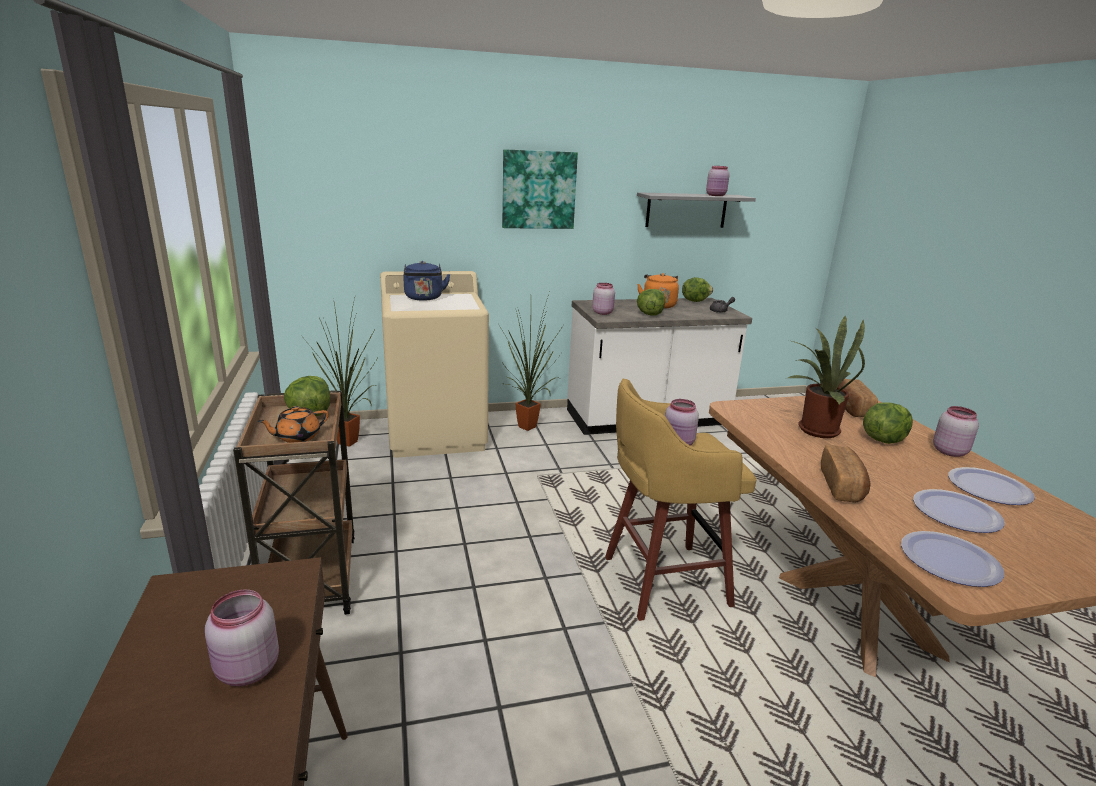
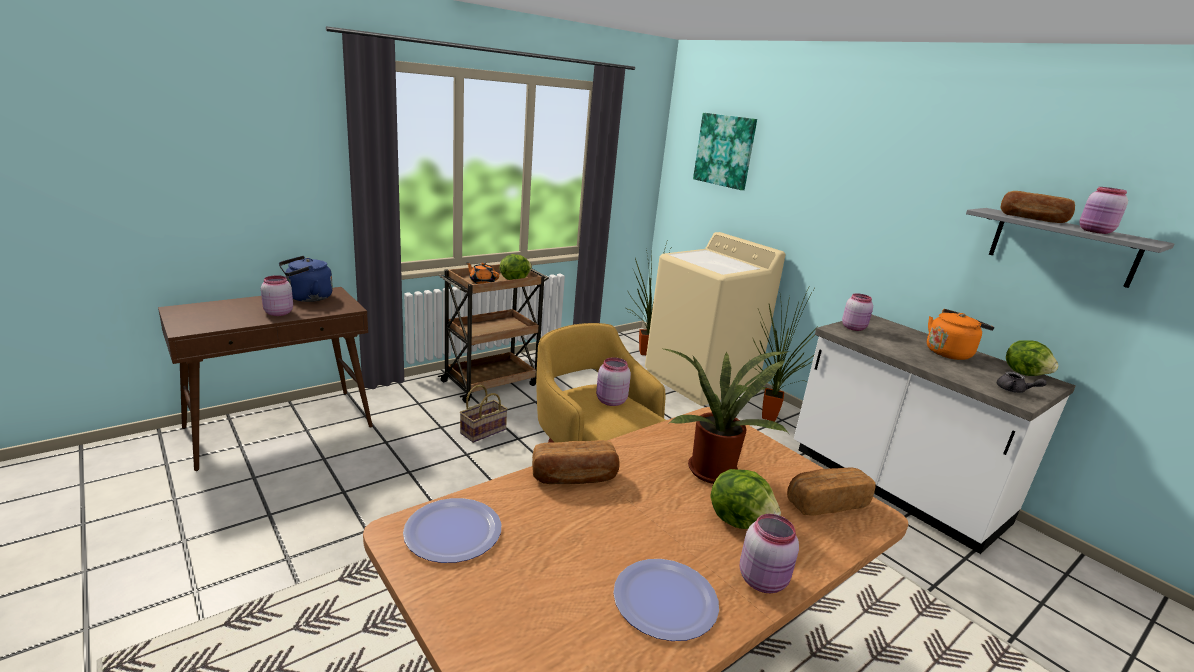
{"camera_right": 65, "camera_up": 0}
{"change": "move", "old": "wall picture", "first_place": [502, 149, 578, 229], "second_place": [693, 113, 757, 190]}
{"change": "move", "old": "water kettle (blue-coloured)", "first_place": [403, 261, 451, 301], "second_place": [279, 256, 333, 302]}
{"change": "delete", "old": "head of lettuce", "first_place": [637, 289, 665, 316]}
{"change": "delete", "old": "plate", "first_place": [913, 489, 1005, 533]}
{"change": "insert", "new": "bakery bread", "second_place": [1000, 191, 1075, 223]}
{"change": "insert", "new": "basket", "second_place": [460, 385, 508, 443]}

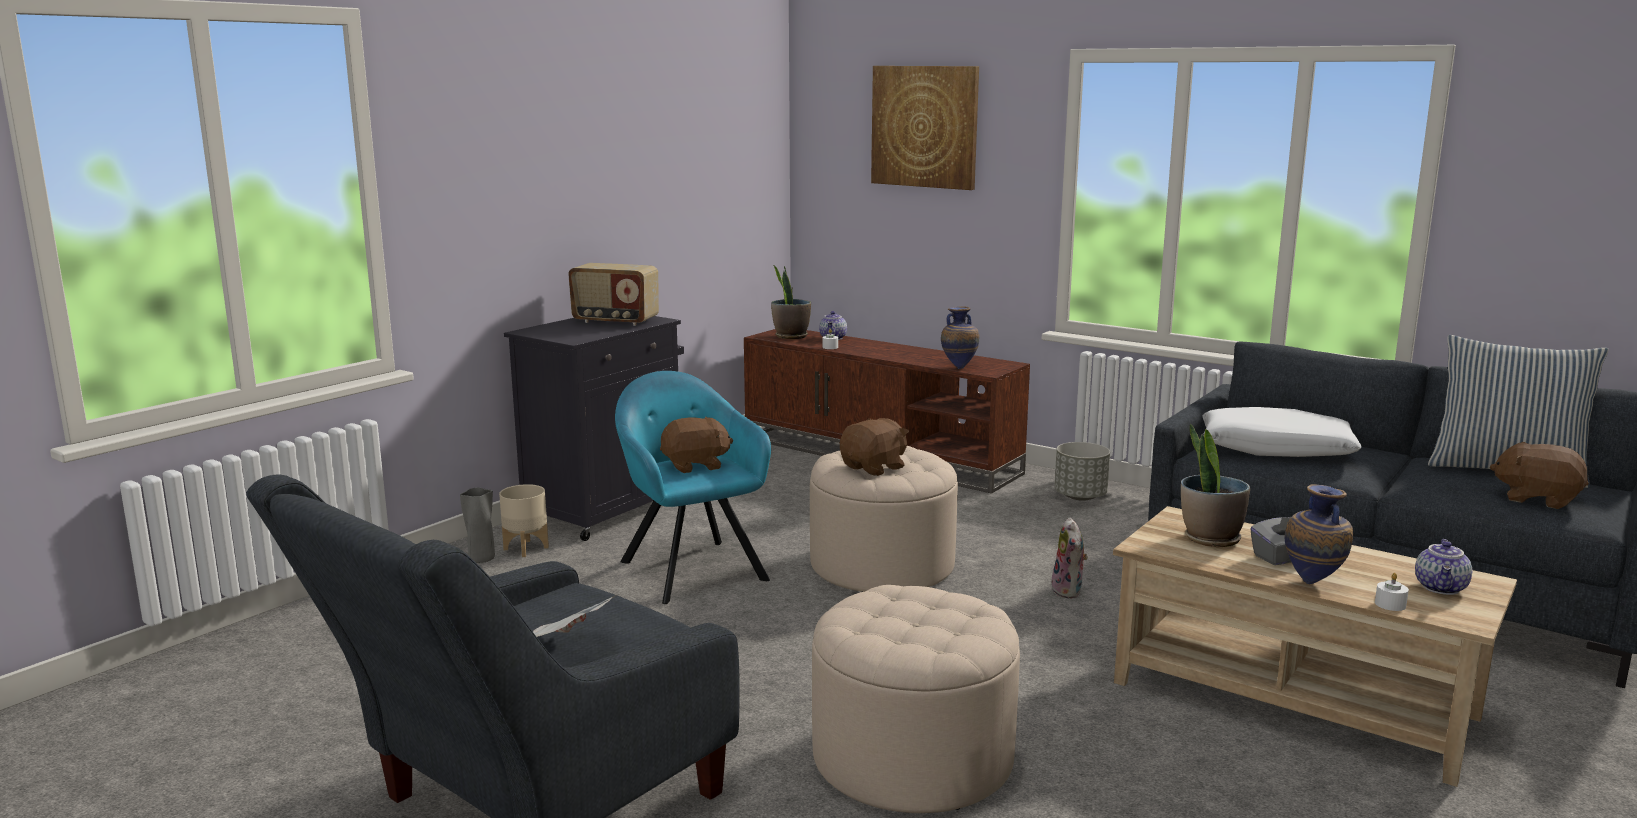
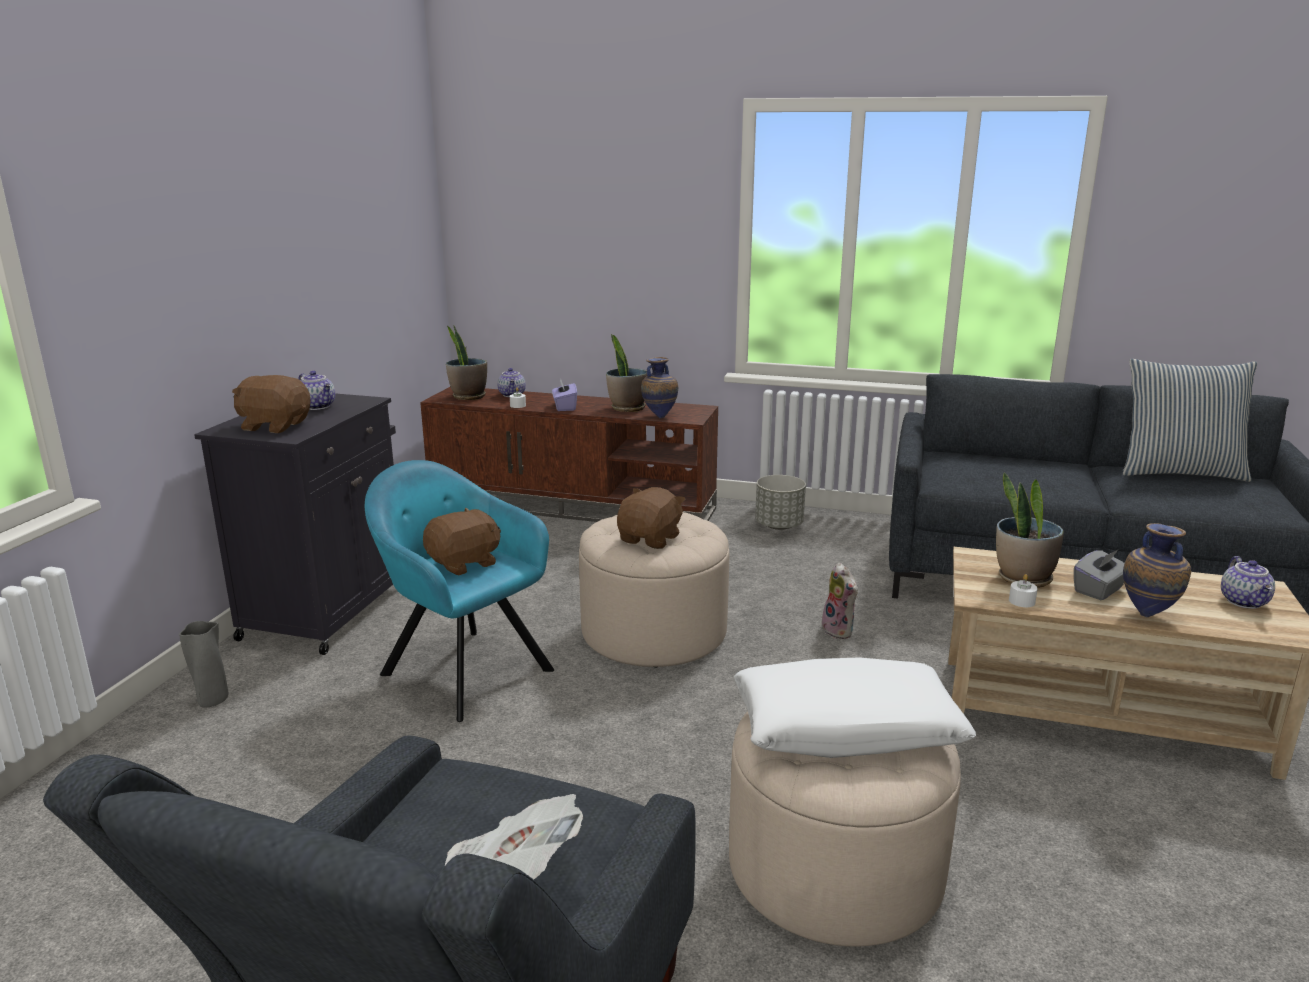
{"camera_right": -20, "camera_up": 5}
{"change": "delete", "old": "wall picture", "first_place": [871, 66, 979, 190]}
{"change": "replace", "old": "radio", "new": "pot for tea", "first_place": [568, 263, 659, 326], "second_place": [298, 371, 335, 410]}
{"change": "move", "old": "pillow (whitish)", "first_place": [1203, 407, 1362, 457], "second_place": [734, 657, 976, 758]}
{"change": "move", "old": "plush toy (brown)", "first_place": [1490, 442, 1589, 509], "second_place": [232, 375, 310, 433]}
{"change": "delete", "old": "flower pot (sand-coloured)", "first_place": [499, 484, 549, 557]}
{"change": "move", "old": "wax light (whitish)", "first_place": [1375, 573, 1409, 611], "second_place": [1009, 574, 1038, 607]}
{"change": "insert", "new": "potted plant", "second_place": [606, 334, 647, 412]}
{"change": "insert", "new": "box of tissues (purplish)", "second_place": [552, 378, 577, 411]}

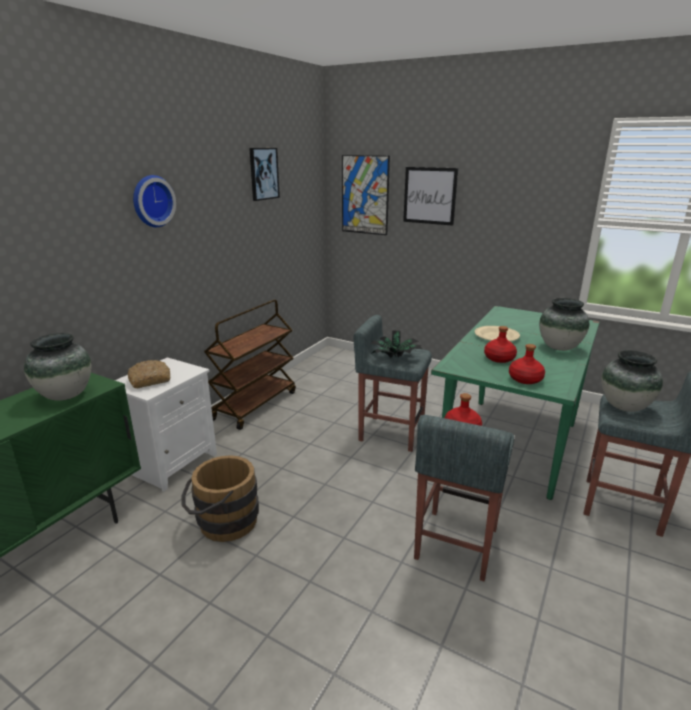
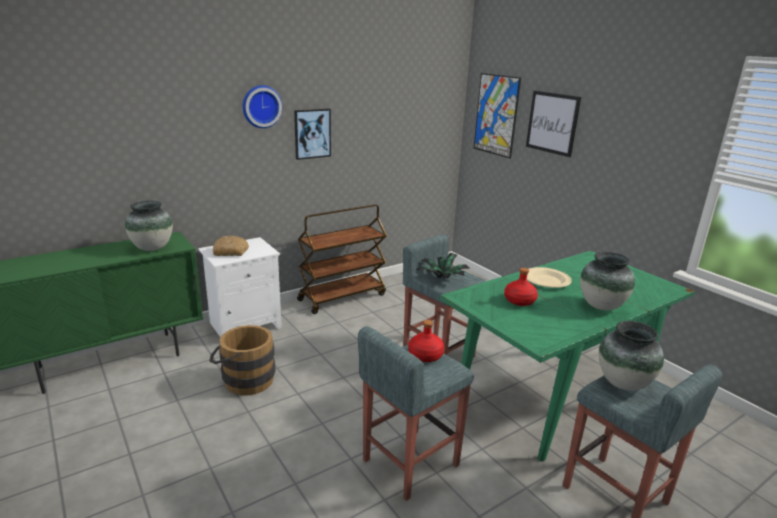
{"camera_right": 25, "camera_up": 0}
{"change": "move", "old": "wall picture", "first_place": [249, 148, 280, 201], "second_place": [294, 109, 331, 160]}
{"change": "delete", "old": "beverage bottle (red-coloured)", "first_place": [509, 344, 545, 384]}

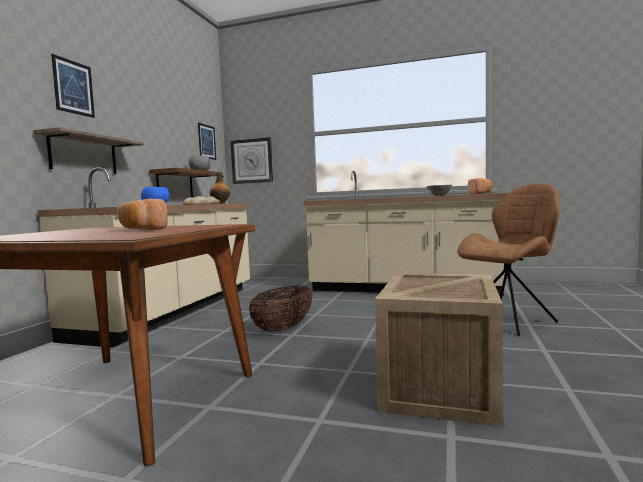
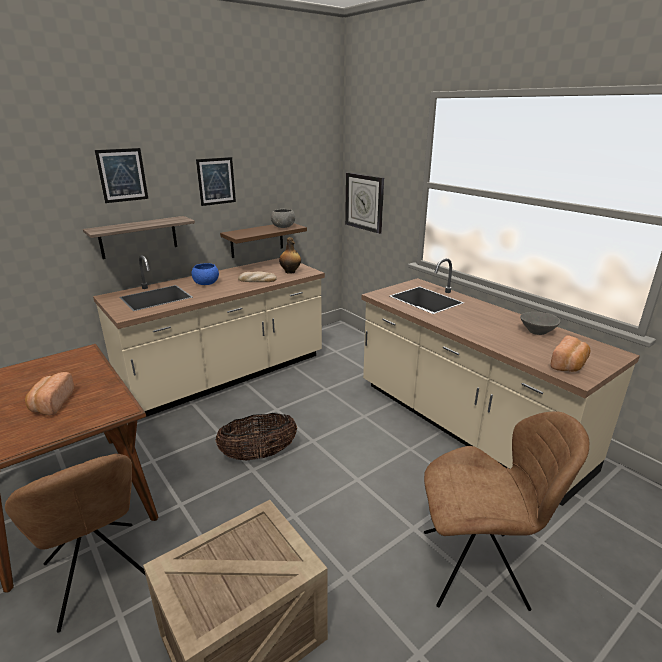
{"camera_right": 35, "camera_up": 20}
{"change": "move", "old": "wall picture", "first_place": [198, 123, 216, 160], "second_place": [196, 157, 236, 206]}
{"change": "insert", "new": "chair (brown)", "second_place": [5, 454, 146, 633]}

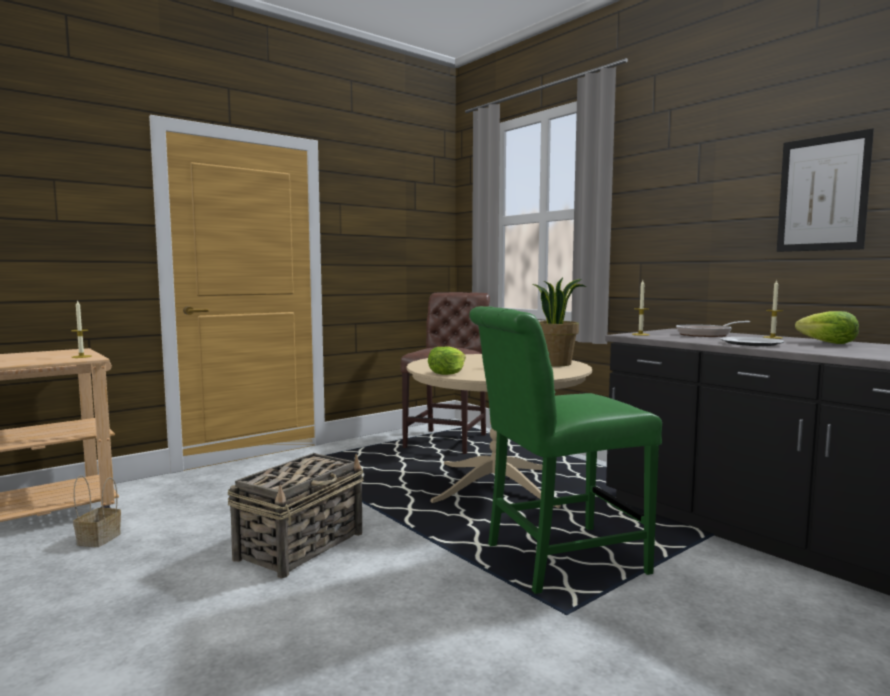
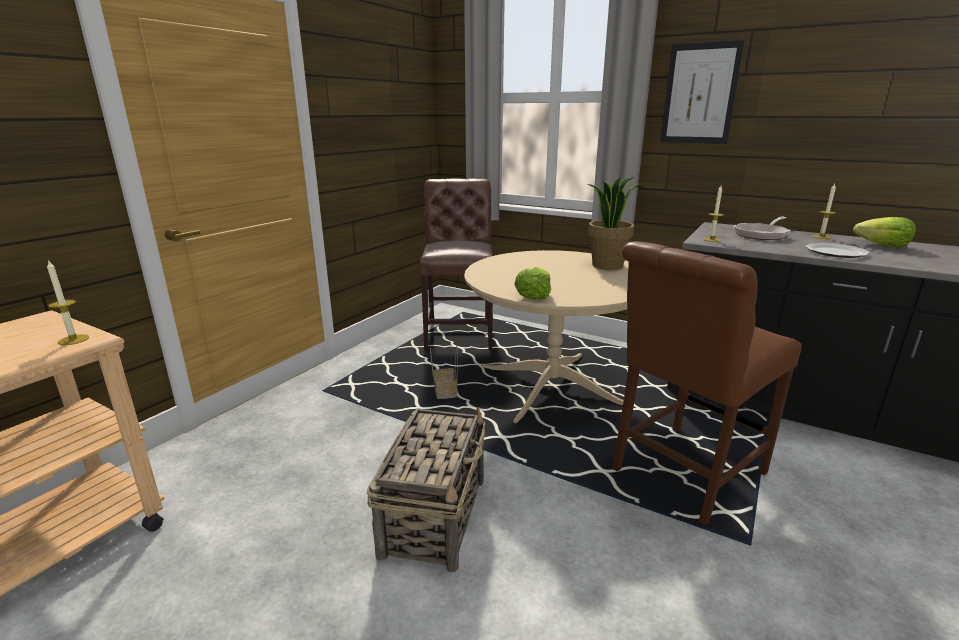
{"camera_right": -20, "camera_up": 15}
{"change": "move", "old": "wall picture", "first_place": [777, 128, 874, 252], "second_place": [660, 40, 744, 144]}
{"change": "recolor", "old": "chair (green-coloured)", "new": "chair (brown)", "first_place": [469, 306, 662, 594], "second_place": [612, 241, 802, 526]}
{"change": "move", "old": "basket", "first_place": [73, 475, 121, 547], "second_place": [430, 345, 458, 399]}

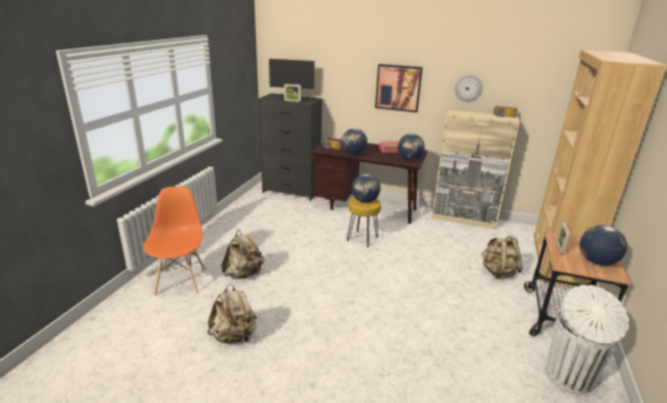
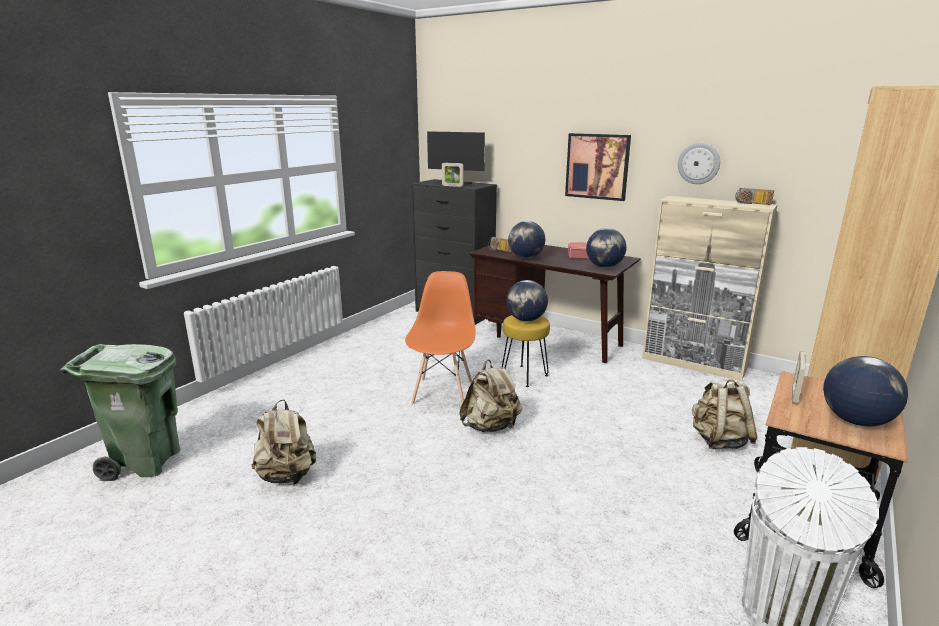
{"camera_right": 15, "camera_up": -5}
{"change": "move", "old": "chair (orange)", "first_place": [143, 186, 205, 295], "second_place": [405, 271, 475, 404]}
{"change": "move", "old": "knapsack (sand-coloured)", "first_place": [221, 230, 265, 279], "second_place": [459, 360, 522, 432]}
{"change": "insert", "new": "trash can (green-coloured)", "second_place": [60, 344, 181, 481]}

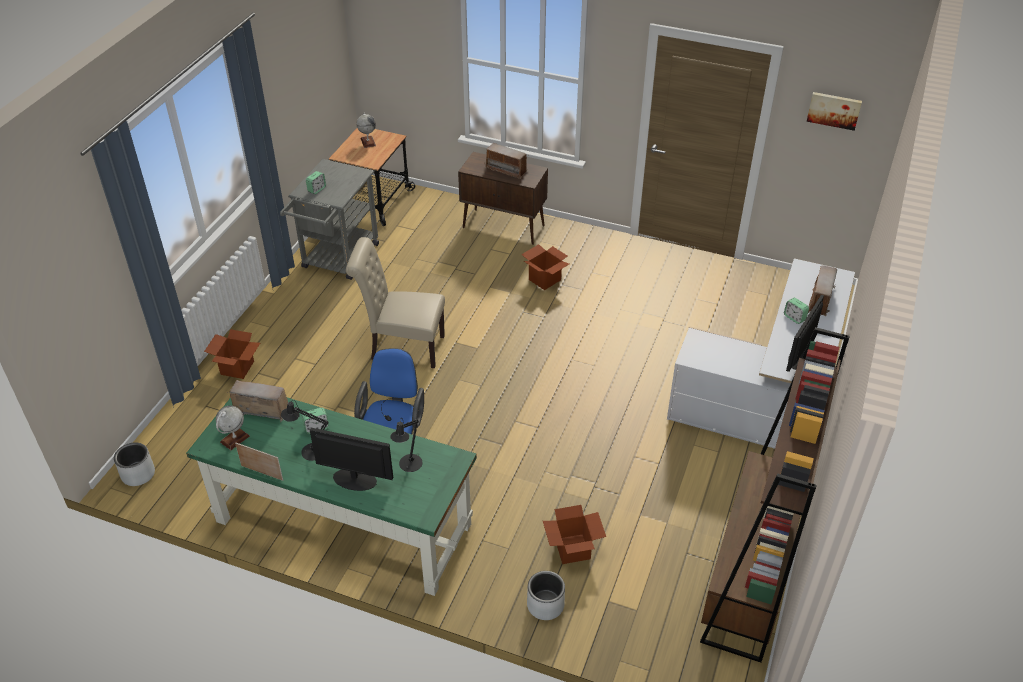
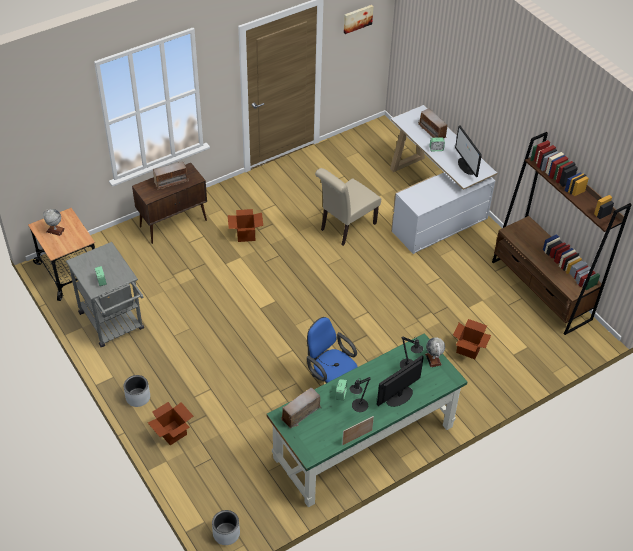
{"camera_right": -55, "camera_up": 5}
{"change": "move", "old": "chair (sand-coloured)", "first_place": [346, 237, 445, 368], "second_place": [315, 168, 381, 246]}
{"change": "move", "old": "desk globe", "first_place": [216, 406, 250, 450], "second_place": [425, 337, 445, 367]}
{"change": "move", "old": "flower pot (gray)", "first_place": [527, 571, 565, 620], "second_place": [124, 375, 150, 407]}

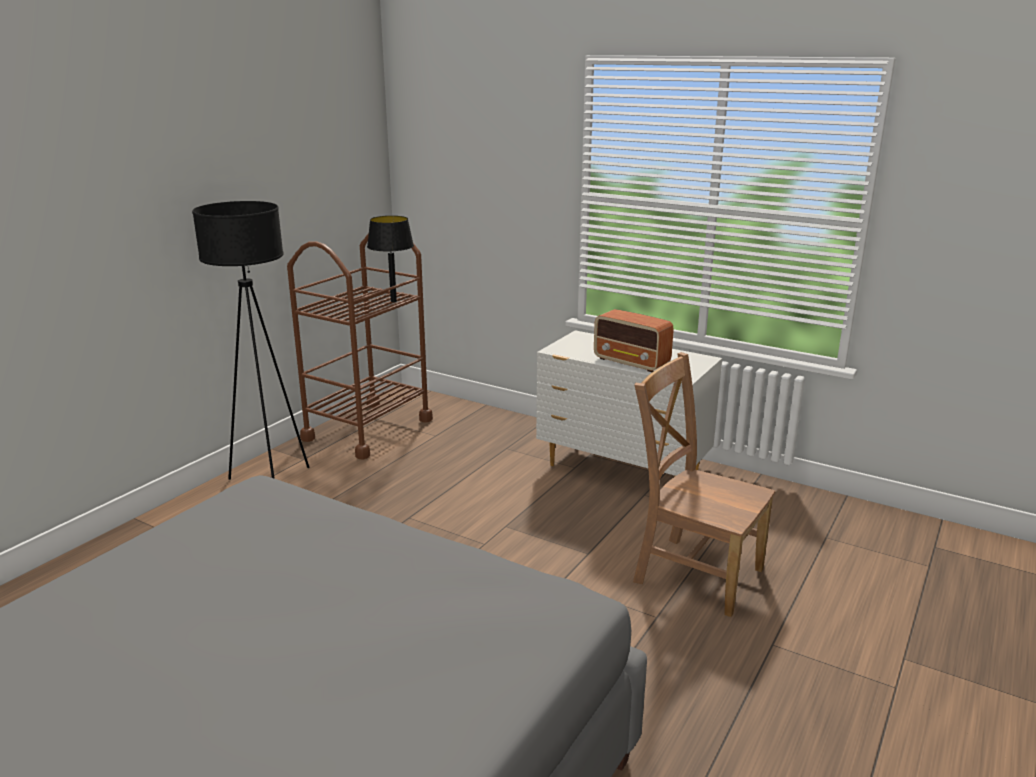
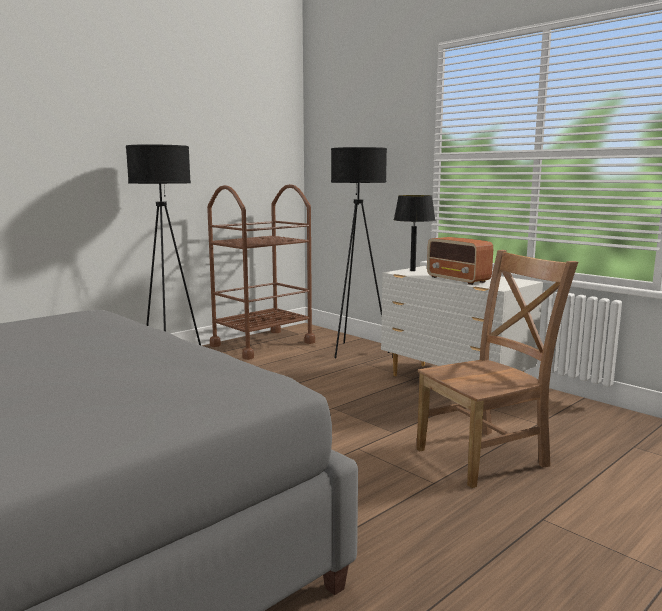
{"camera_right": 15, "camera_up": -10}
{"change": "move", "old": "table lamp (black)", "first_place": [367, 216, 414, 302], "second_place": [394, 195, 435, 271]}
{"change": "rotate", "old": "chair (brown)", "first_place": [633, 352, 775, 617], "second_place": [416, 250, 578, 488], "degrees": 105}
{"change": "insert", "new": "standing lamp (black)", "second_place": [331, 147, 390, 358]}

